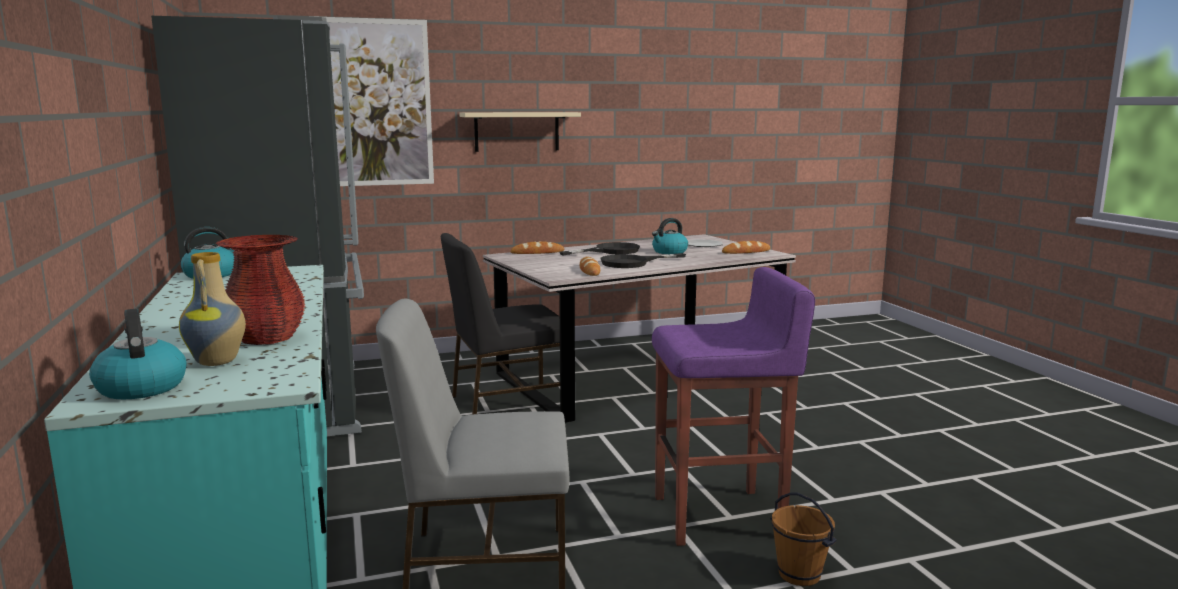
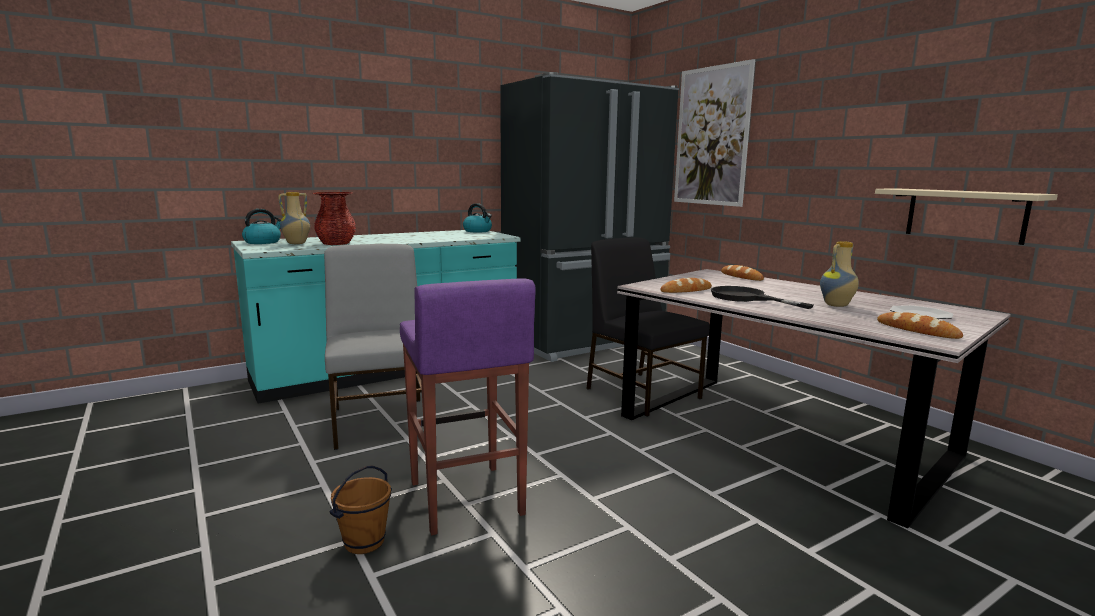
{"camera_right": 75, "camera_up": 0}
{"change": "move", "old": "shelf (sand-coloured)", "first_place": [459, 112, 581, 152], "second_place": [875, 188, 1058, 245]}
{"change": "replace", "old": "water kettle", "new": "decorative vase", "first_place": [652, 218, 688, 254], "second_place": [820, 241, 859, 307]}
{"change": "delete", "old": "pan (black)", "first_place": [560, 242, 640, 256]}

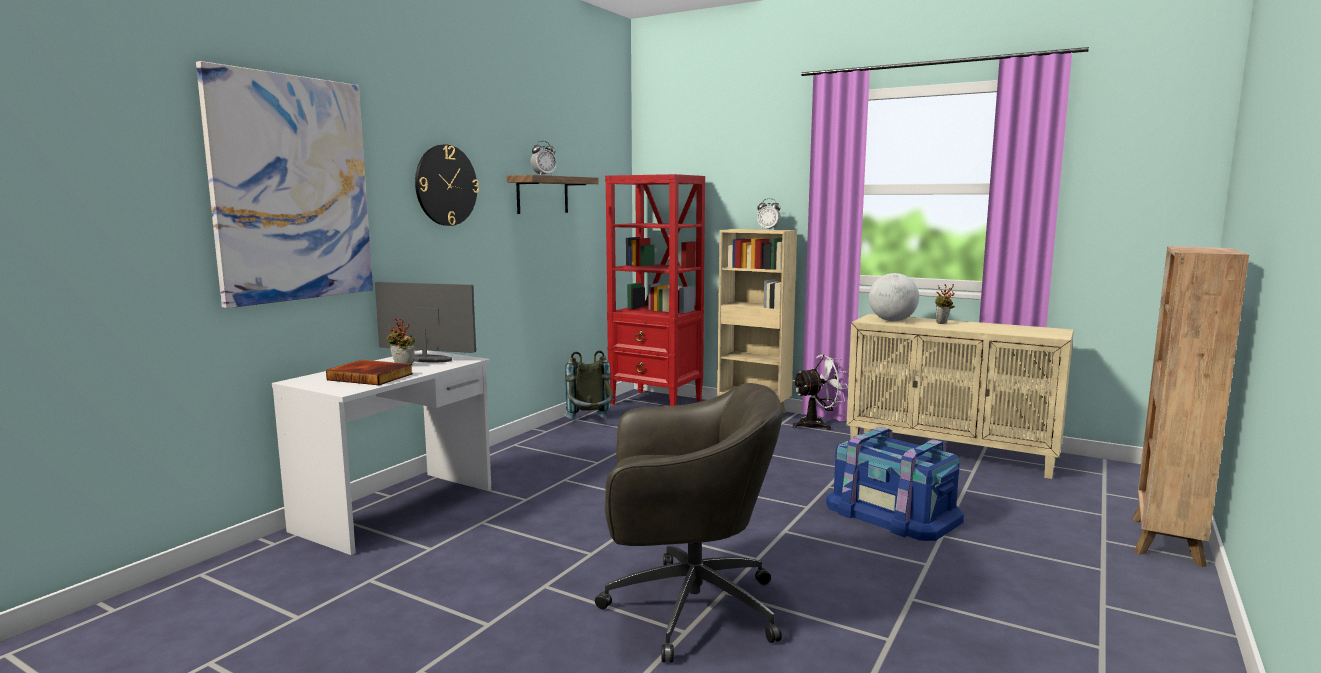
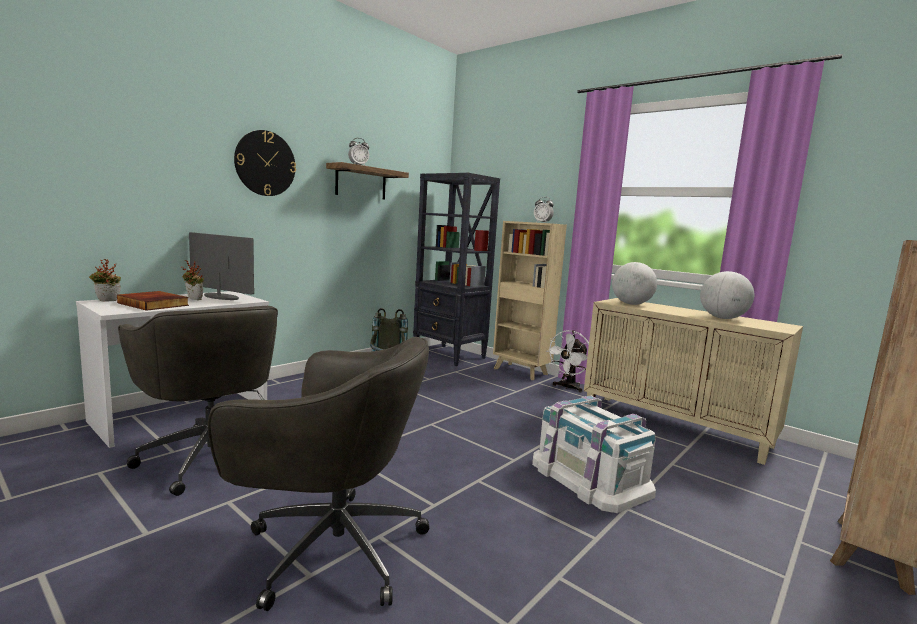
{"camera_right": 10, "camera_up": 0}
{"change": "delete", "old": "wall picture", "first_place": [196, 61, 373, 308]}
{"change": "recolor", "old": "bookshelf (red-coloured)", "new": "bookshelf (black)", "first_place": [605, 174, 705, 406], "second_place": [413, 173, 500, 366]}
{"change": "move", "old": "potted plant", "first_place": [935, 284, 955, 324], "second_place": [89, 259, 121, 302]}
{"change": "rotate", "old": "fan (whitish)", "first_place": [793, 355, 848, 430], "second_place": [546, 330, 589, 392], "degrees": 135}
{"change": "recolor", "old": "storage container (blue-coloured)", "new": "storage container (whitish)", "first_place": [826, 427, 964, 541], "second_place": [532, 395, 656, 513]}
{"change": "insert", "new": "desk globe", "second_place": [700, 271, 754, 319]}
{"change": "insert", "new": "office chair (gray)", "second_place": [118, 306, 278, 496]}

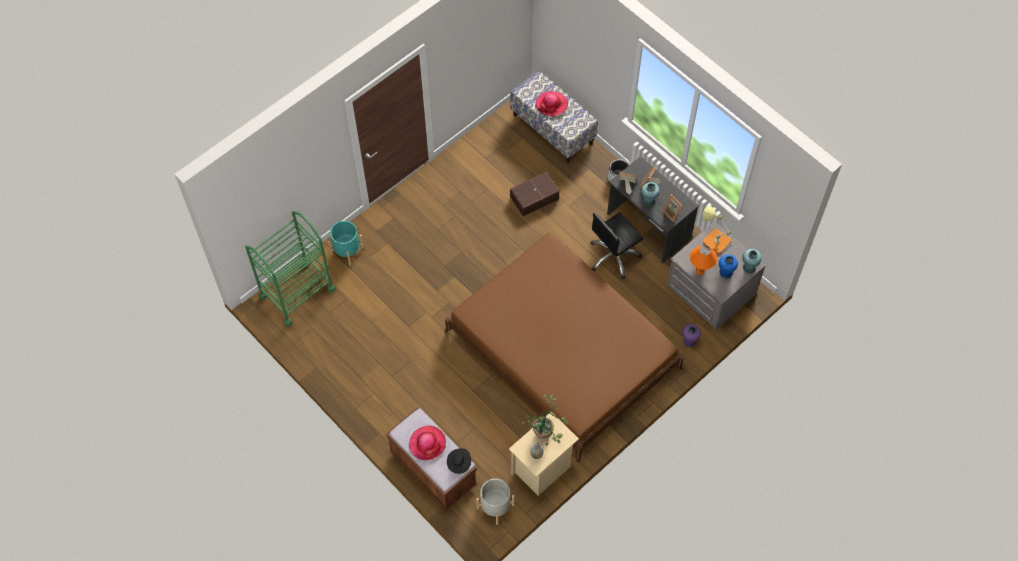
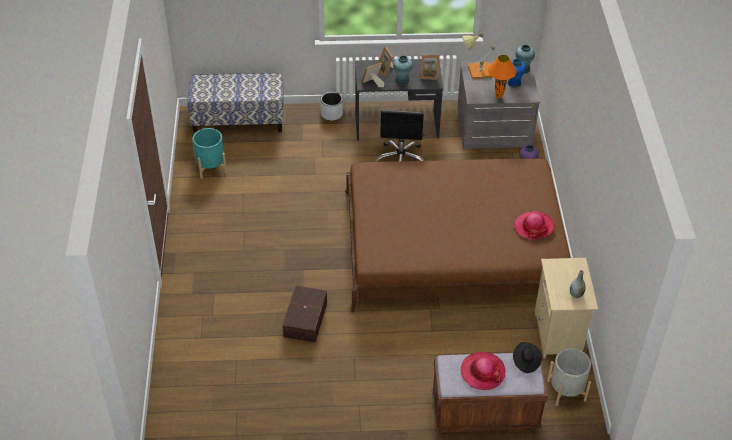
{"camera_right": -50, "camera_up": -15}
{"change": "move", "old": "wearable hat", "first_place": [535, 91, 568, 116], "second_place": [514, 211, 554, 240]}
{"change": "move", "old": "storage container (brown)", "first_place": [510, 172, 560, 216], "second_place": [282, 285, 327, 343]}
{"change": "delete", "old": "cart (green-coloured)", "first_place": [245, 211, 336, 327]}
{"change": "move", "old": "flower pot (blue-green)", "first_place": [328, 221, 364, 265], "second_place": [192, 128, 227, 179]}
{"change": "delete", "old": "potted plant", "first_place": [522, 395, 568, 446]}

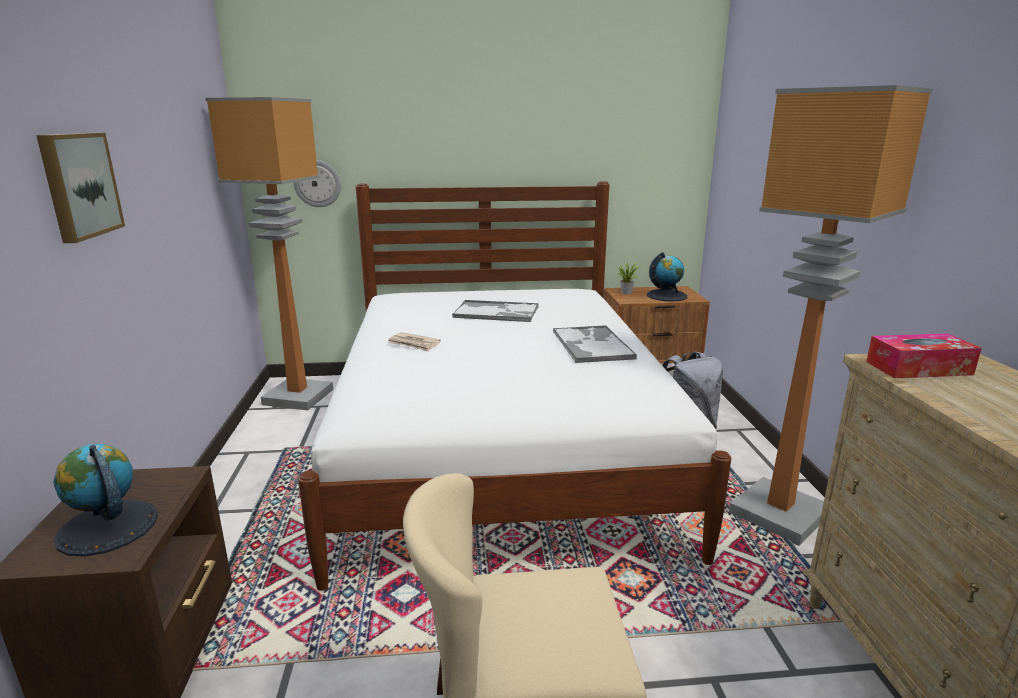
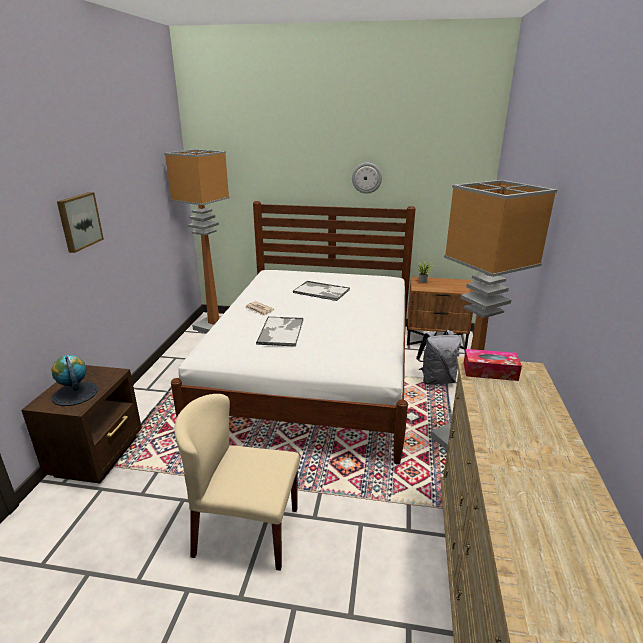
{"camera_right": 15, "camera_up": 5}
{"change": "move", "old": "wall clock", "first_place": [293, 160, 341, 207], "second_place": [352, 162, 382, 194]}
{"change": "delete", "old": "desk globe", "first_place": [647, 252, 687, 302]}
{"change": "move", "old": "carrying tray", "first_place": [553, 325, 637, 363], "second_place": [256, 317, 304, 347]}

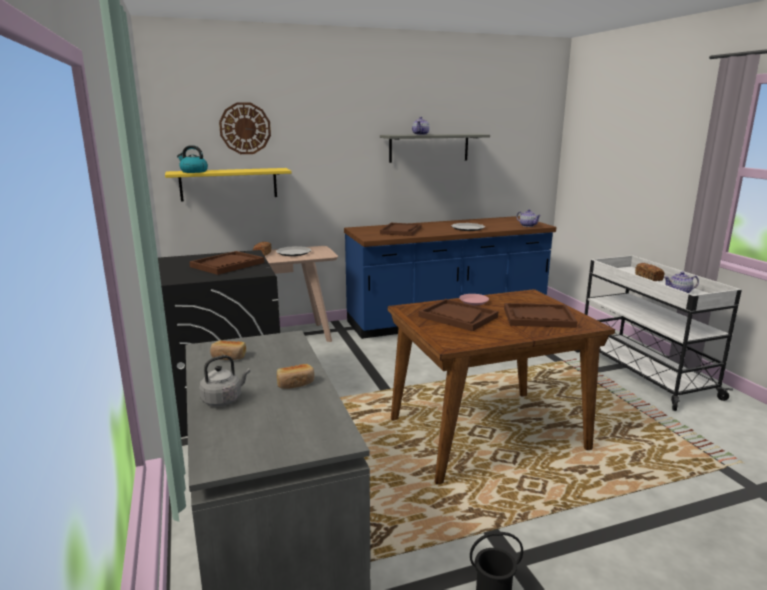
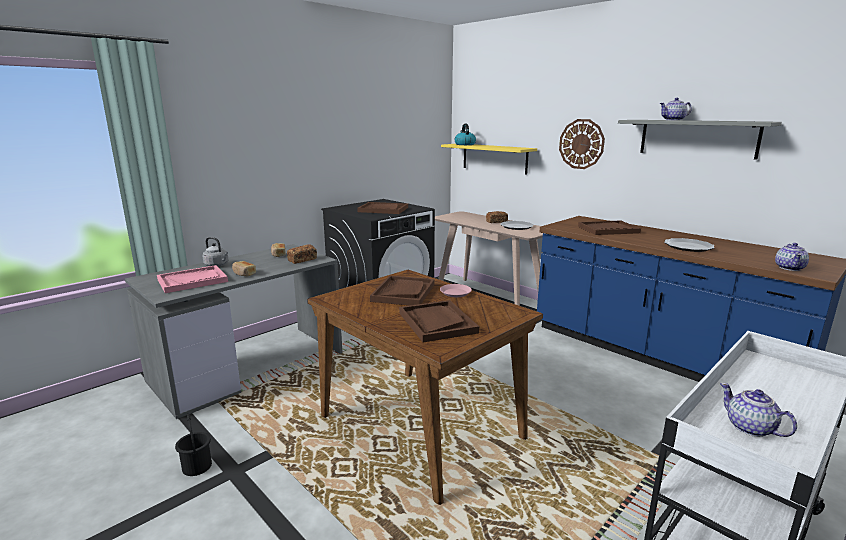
{"camera_right": 65, "camera_up": 0}
{"change": "move", "old": "wall clock", "first_place": [219, 102, 271, 154], "second_place": [559, 119, 605, 169]}
{"change": "move", "old": "bakery bread", "first_place": [635, 263, 664, 281], "second_place": [287, 244, 317, 264]}
{"change": "insert", "new": "carrying tray (pink)", "second_place": [157, 265, 228, 293]}

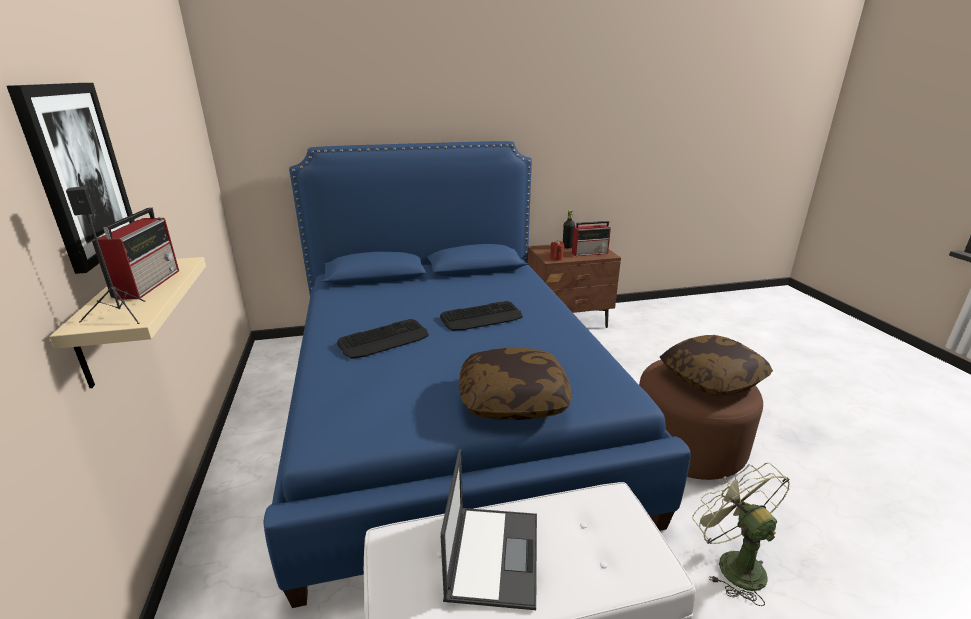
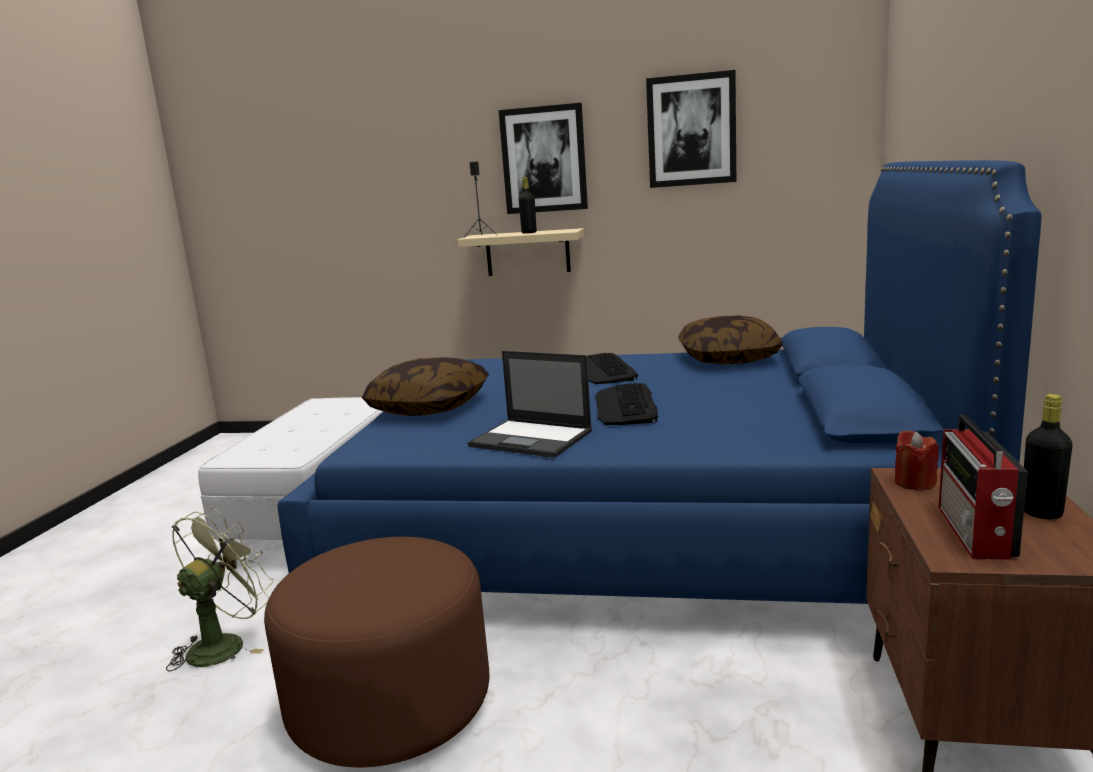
{"camera_right": 115, "camera_up": -10}
{"change": "replace", "old": "radio", "new": "beverage bottle (black)", "first_place": [92, 208, 179, 300], "second_place": [519, 177, 537, 234]}
{"change": "move", "old": "pillow", "first_place": [660, 335, 773, 397], "second_place": [678, 315, 783, 364]}
{"change": "move", "old": "laptop", "first_place": [440, 449, 537, 610], "second_place": [468, 351, 592, 458]}
{"change": "rotate", "old": "fan (green-coloured)", "first_place": [692, 463, 790, 606], "second_place": [166, 507, 274, 671], "degrees": -60}
{"change": "insert", "new": "wall picture", "second_place": [646, 70, 736, 188]}

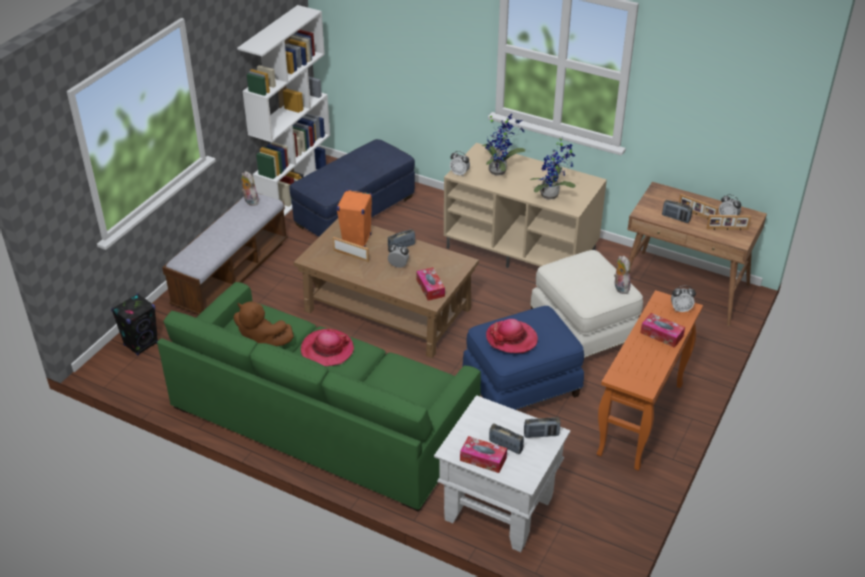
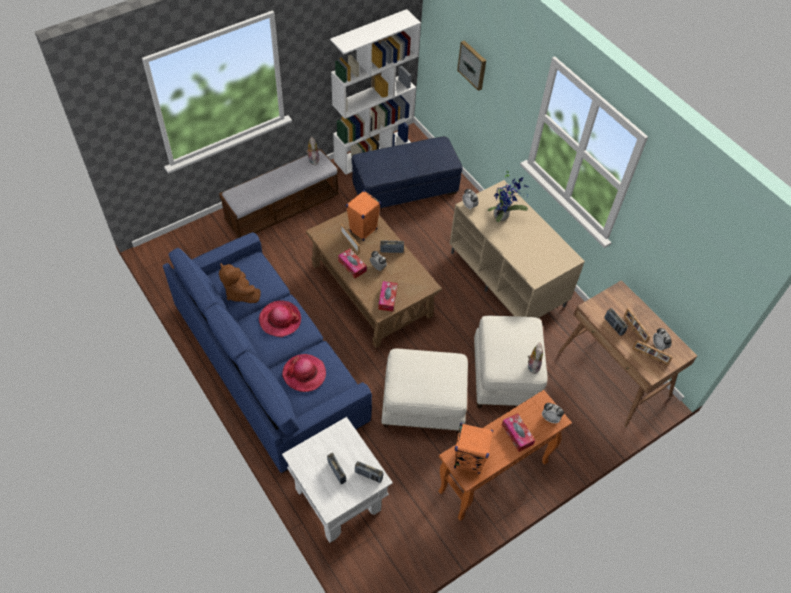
{"camera_right": 25, "camera_up": 15}
{"change": "delete", "old": "potted plant", "first_place": [530, 136, 576, 200]}
{"change": "recolor", "old": "settee (green-coloured)", "new": "settee (blue-coloured)", "first_place": [157, 282, 481, 512], "second_place": [163, 232, 372, 473]}
{"change": "delete", "old": "loudspeaker (black)", "first_place": [111, 293, 158, 356]}
{"change": "recolor", "old": "pouffe (blue-coloured)", "new": "pouffe (whitish)", "first_place": [462, 306, 584, 410], "second_place": [381, 349, 468, 433]}
{"change": "move", "old": "wearable hat", "first_place": [486, 319, 538, 353], "second_place": [282, 354, 326, 392]}
{"change": "move", "old": "box of tissues", "first_place": [460, 436, 507, 473], "second_place": [338, 248, 367, 278]}
{"change": "insert", "new": "wall picture", "second_place": [457, 40, 486, 91]}
{"change": "insert", "new": "loudspeaker (orange)", "second_place": [454, 423, 493, 474]}

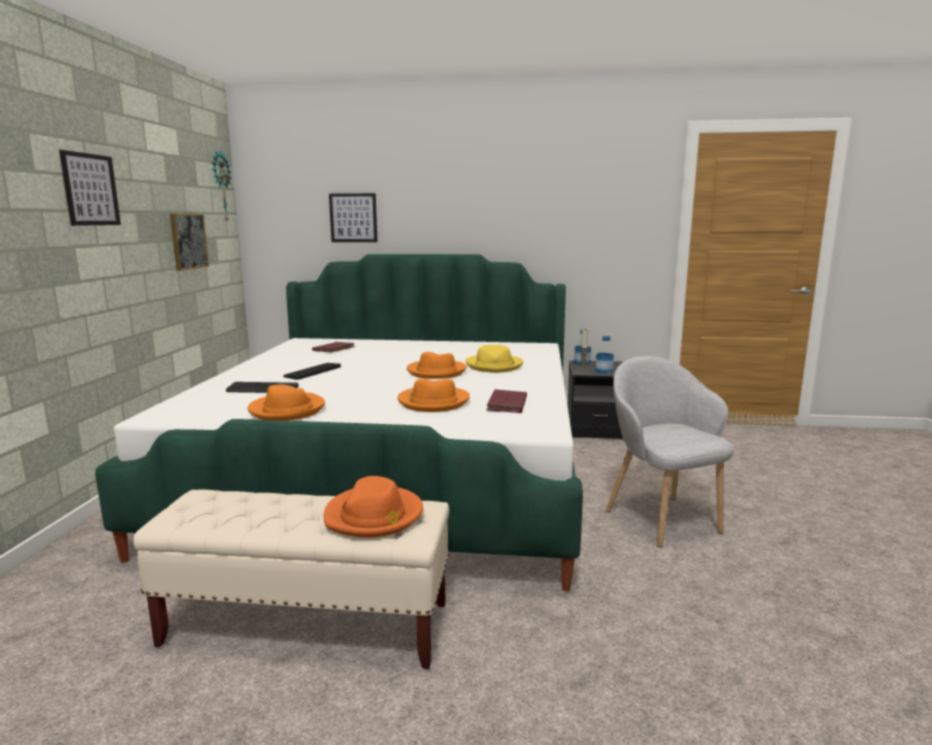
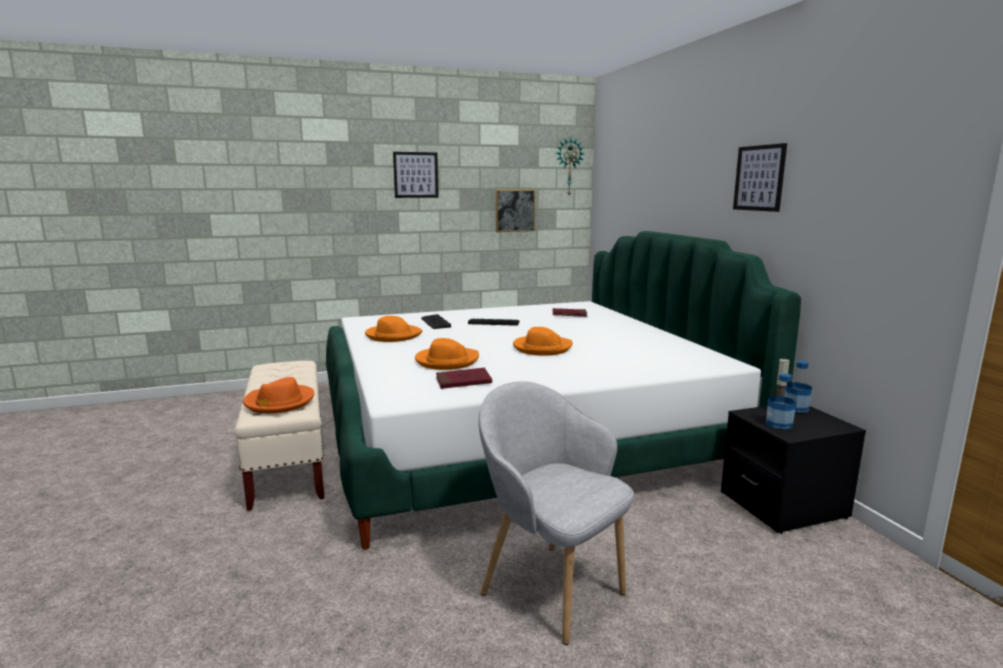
{"camera_right": 65, "camera_up": 0}
{"change": "move", "old": "wall picture", "first_place": [329, 193, 378, 242], "second_place": [733, 143, 787, 212]}
{"change": "delete", "old": "wearable hat (yellowish)", "first_place": [465, 345, 523, 373]}
{"change": "rotate", "old": "easy chair (gray)", "first_place": [605, 356, 734, 547], "second_place": [479, 381, 634, 645], "degrees": -90}

